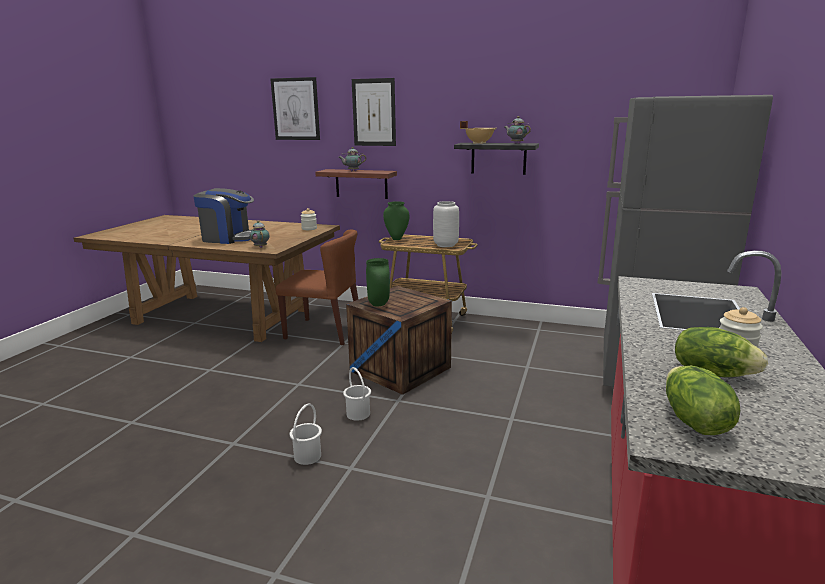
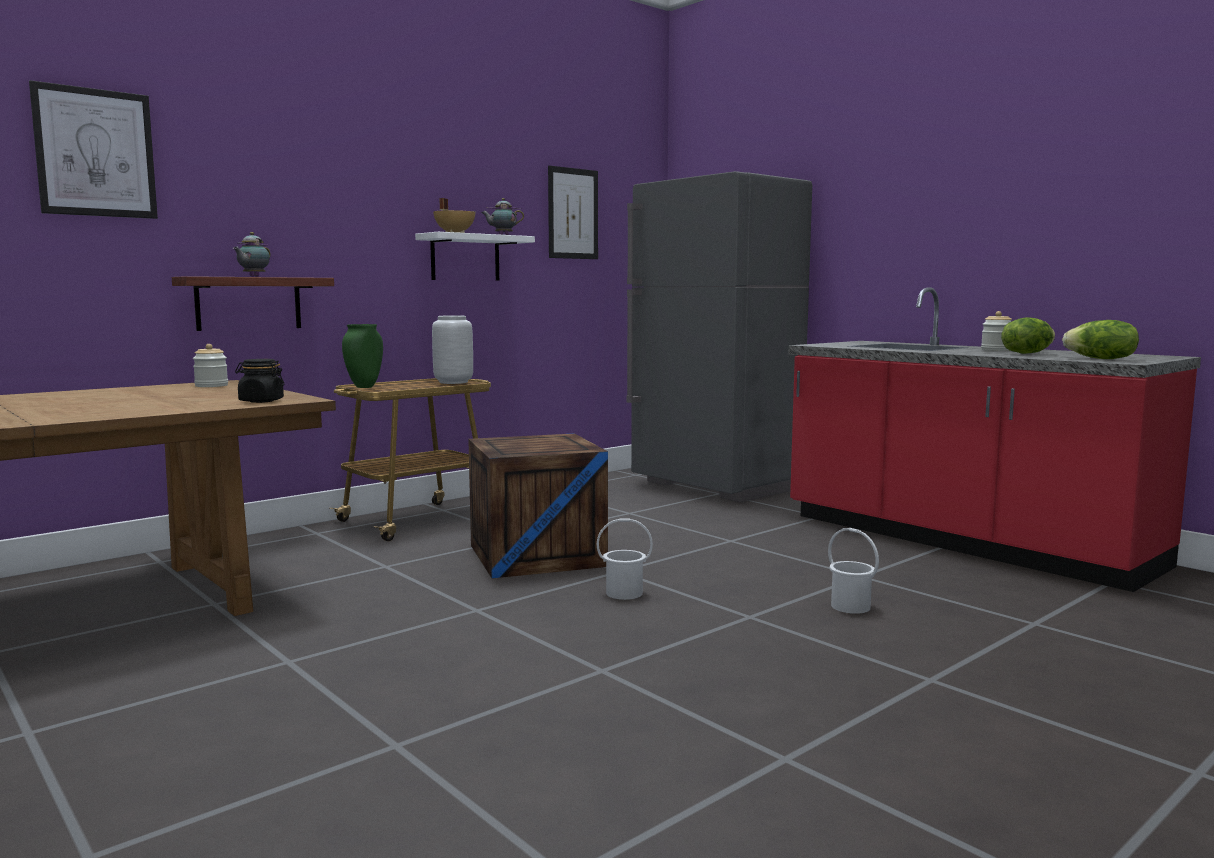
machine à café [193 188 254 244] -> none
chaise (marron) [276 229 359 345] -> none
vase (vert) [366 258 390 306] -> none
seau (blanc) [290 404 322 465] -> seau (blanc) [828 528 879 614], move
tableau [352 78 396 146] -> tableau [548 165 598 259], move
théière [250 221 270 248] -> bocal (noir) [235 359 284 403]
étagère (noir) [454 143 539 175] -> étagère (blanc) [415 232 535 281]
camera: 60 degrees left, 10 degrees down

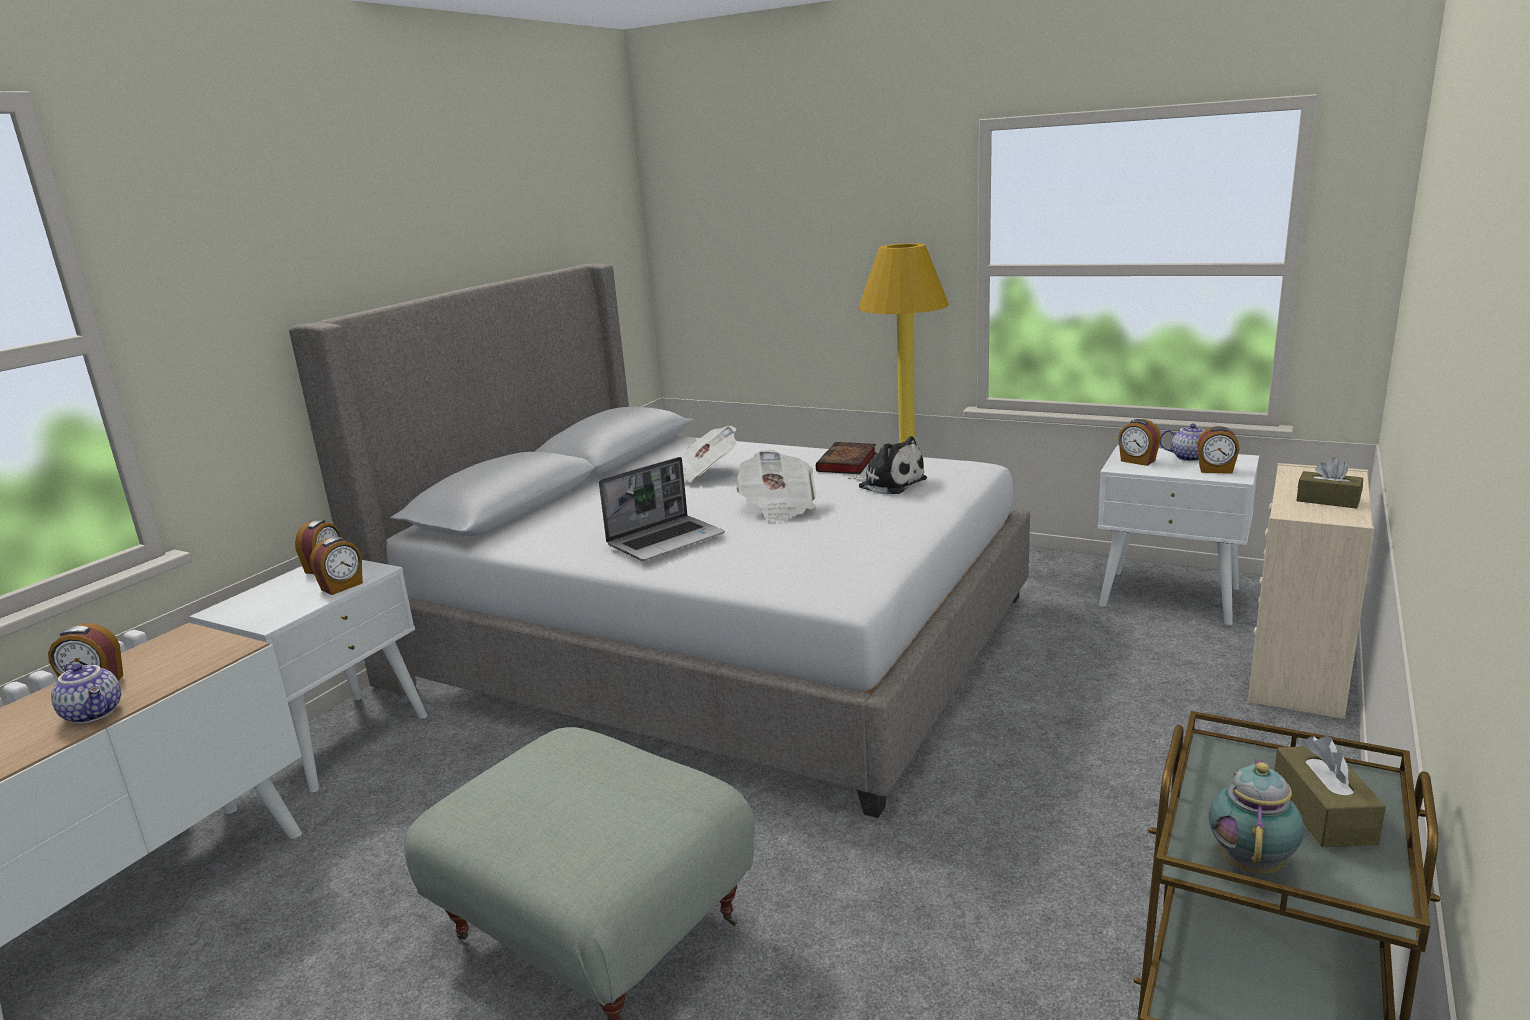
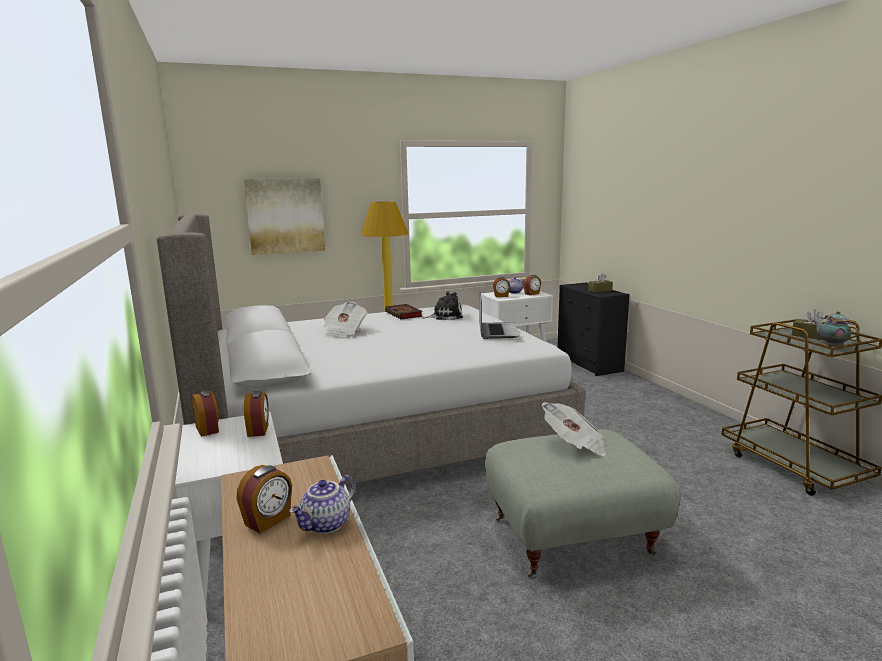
none -> tableau [244 178 325 255]
ordinateur portable [599 457 725 561] -> ordinateur portable [479 292 519 339], move
journal [736 450 816 523] -> journal [542 402 606 456], move
commode (beige) [1248 463 1374 719] -> commode (noir) [557 282 630 376]
théière [51 663 121 724] -> théière [289 475 356 534], 135 degrees clockwise
camera: 50 degrees left, 5 degrees down

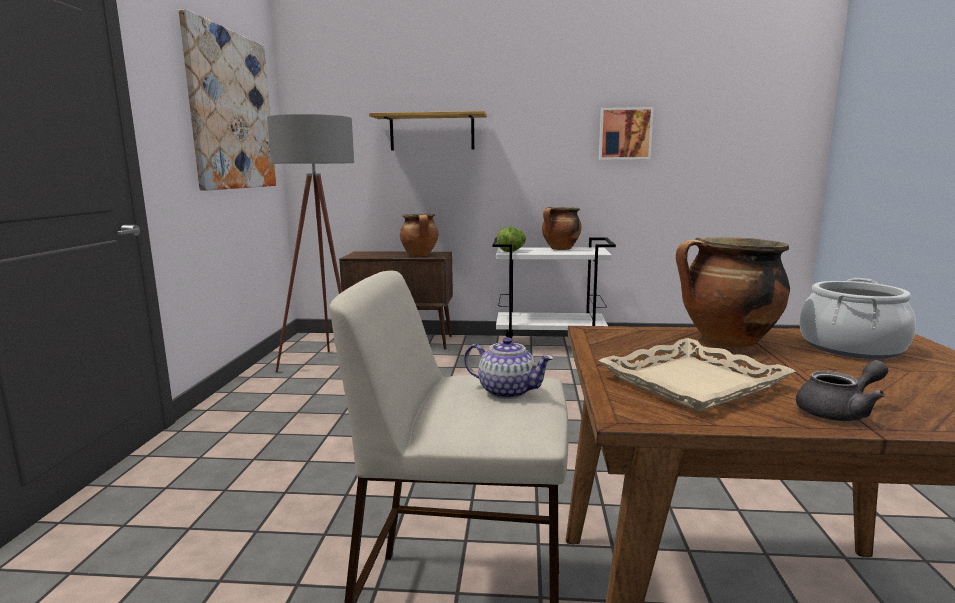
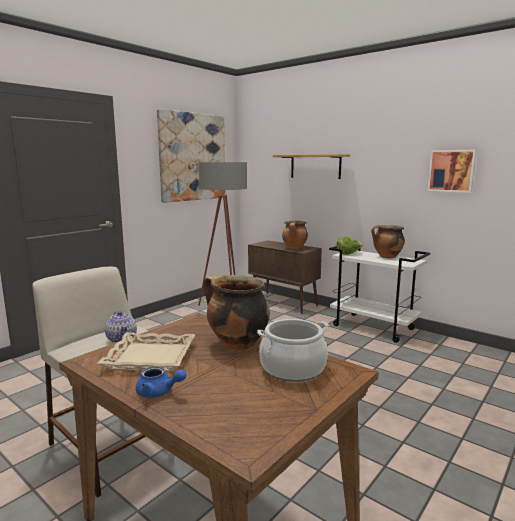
théière (gris) [796 360 888 421] -> théière (bleu) [136 366 186 398]
camera: 35 degrees right, 0 degrees up

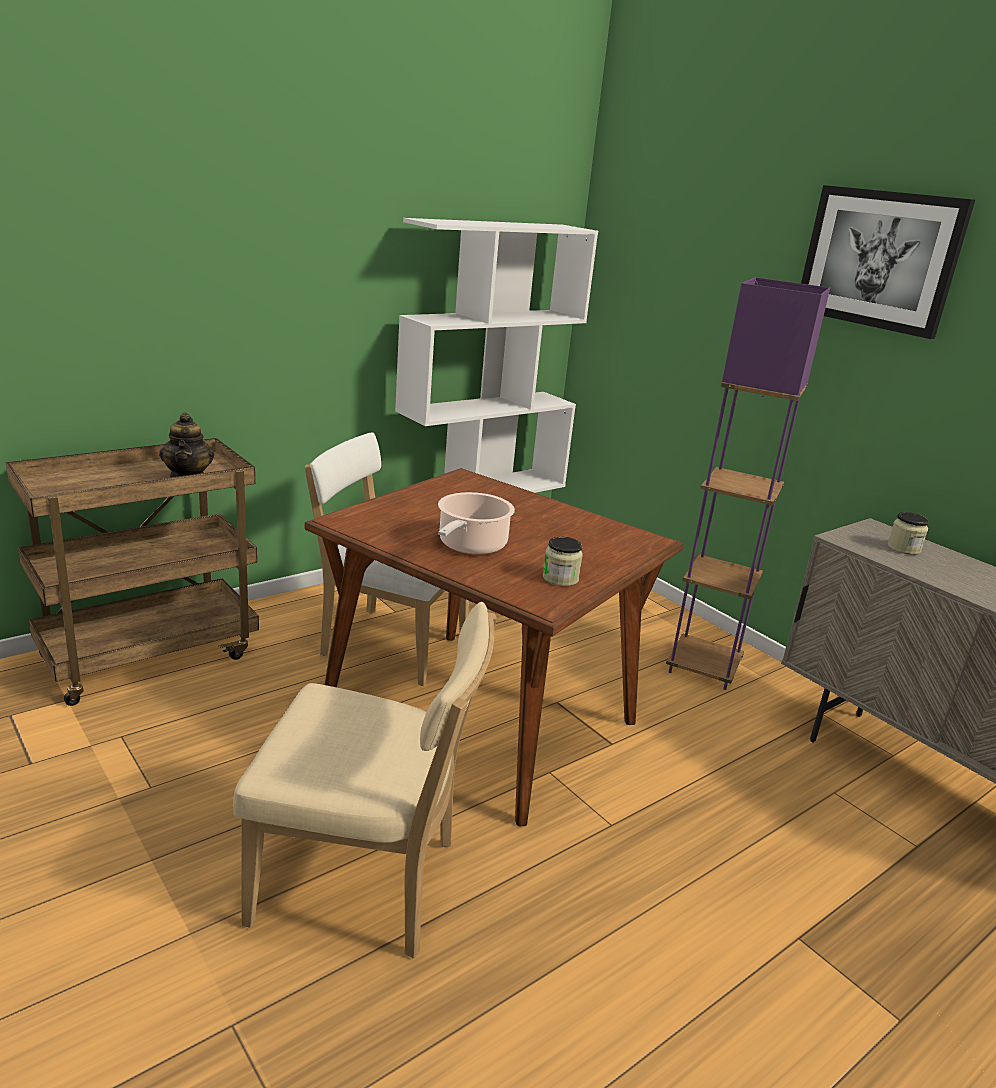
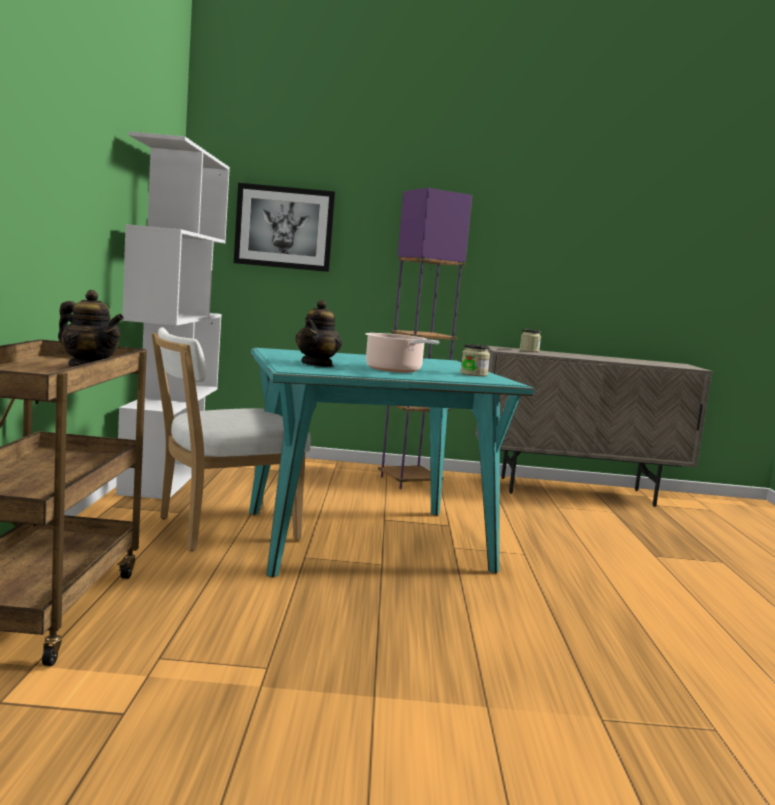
chaise (beige) [233 602 497 959] -> none
none -> théière [295 300 342 367]
tableau [801 185 975 339] -> tableau [234 183 335 272], move
table à manger (marron) [305 468 684 826] -> table à manger (turquoise) [249 348 534 577]
camera: 50 degrees left, 15 degrees down

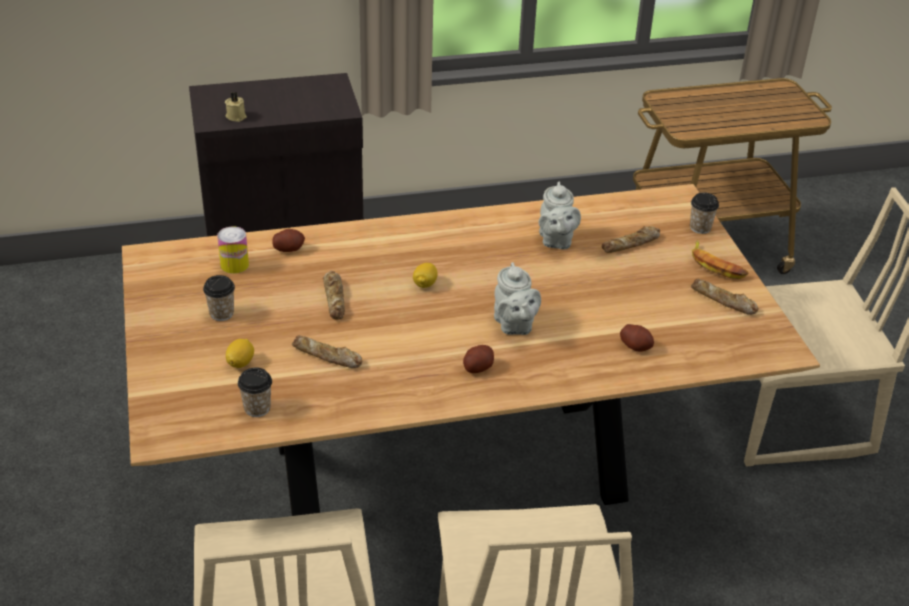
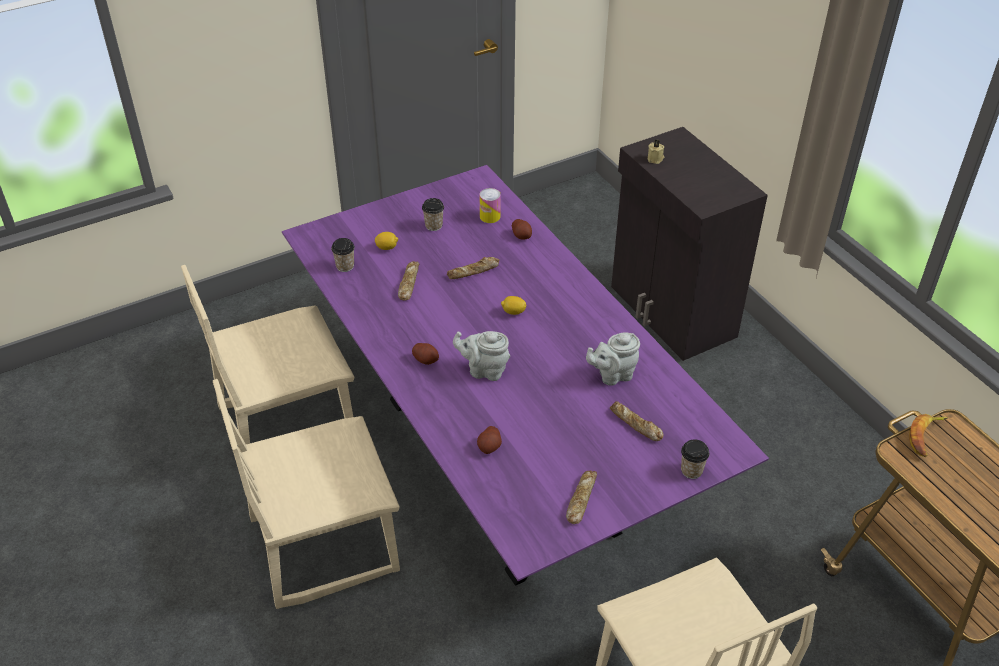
banane [692 240 749 279] -> banane [909 414 948 457], move
table à manger (marron) [122 184 820 516] -> table à manger (violet) [282 165 769 585]
théière (gris) [494 262 541 335] -> théière (gris) [453 331 510 381], 45 degrees clockwise
camera: 75 degrees right, 5 degrees up

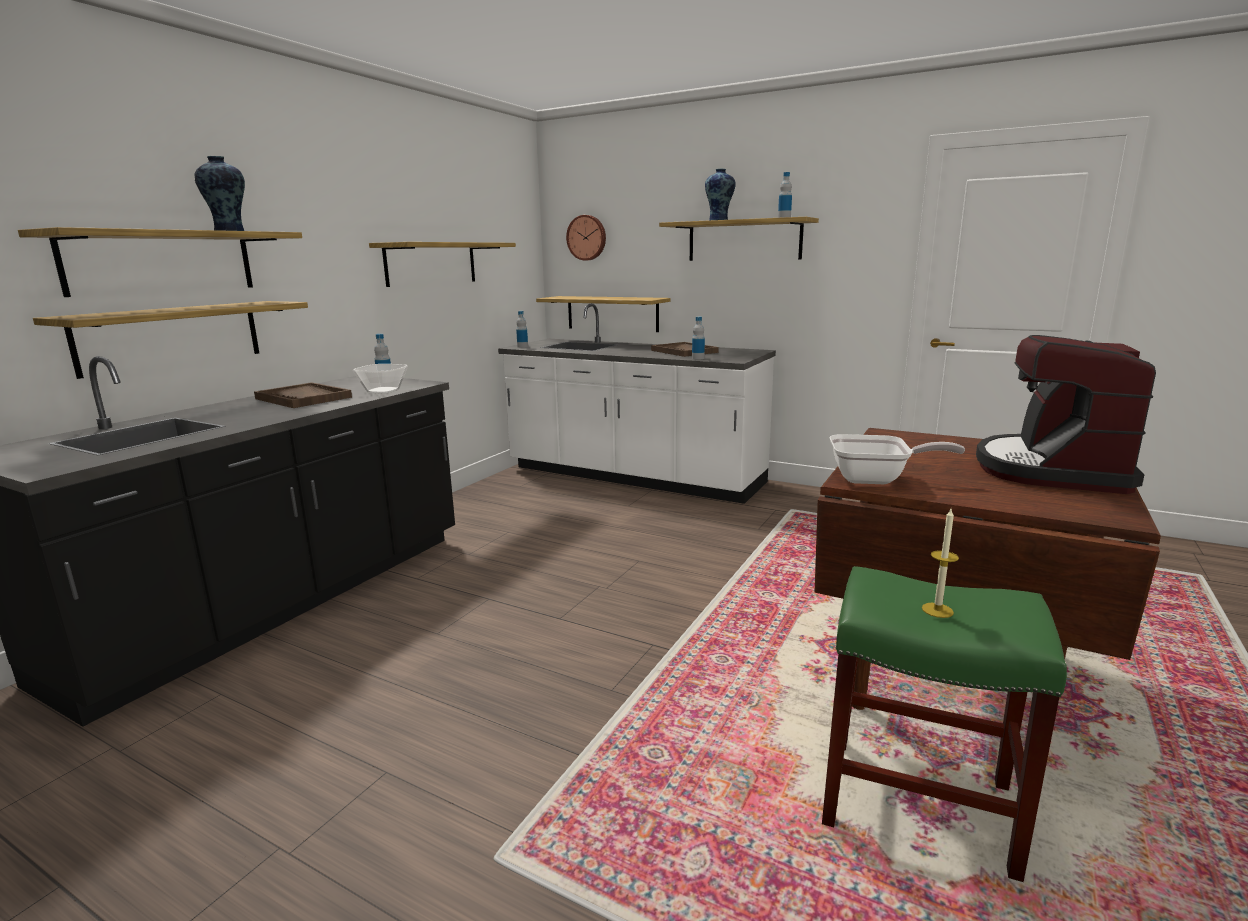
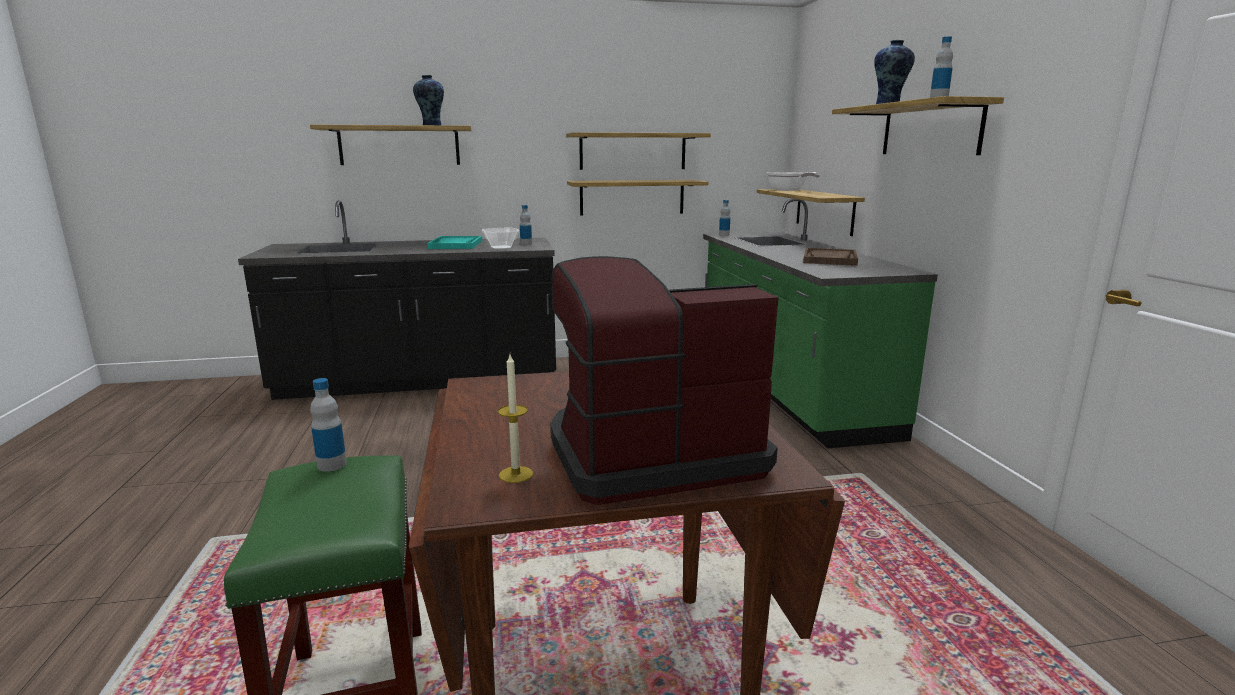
horloge murale [566 215 606 260] -> none
étagère [33 301 308 379] -> étagère [567 180 708 215], move
bouteille [692 317 705 360] -> bouteille [310 378 347 472], move
poêle [830 434 965 484] -> poêle [767 172 820 191], move
bougie [922 509 959 618] -> bougie [498 354 533 483], move
plateau (marron) [254 382 352 408] -> plateau (turquoise) [427 236 482 249]
comptoir de cuisine (blanc) [498 303 776 504] -> comptoir de cuisine (vert) [703 199 938 448]
camera: 50 degrees right, 0 degrees up

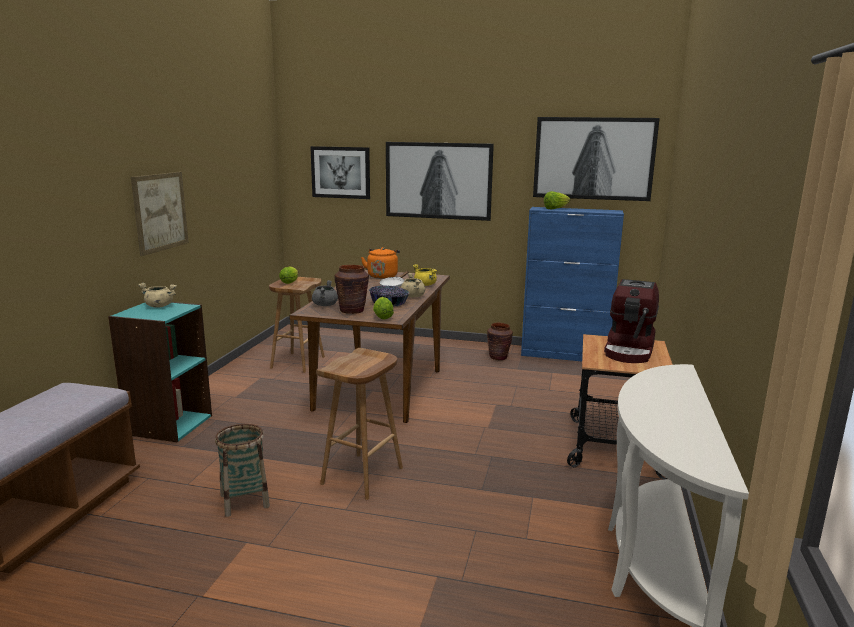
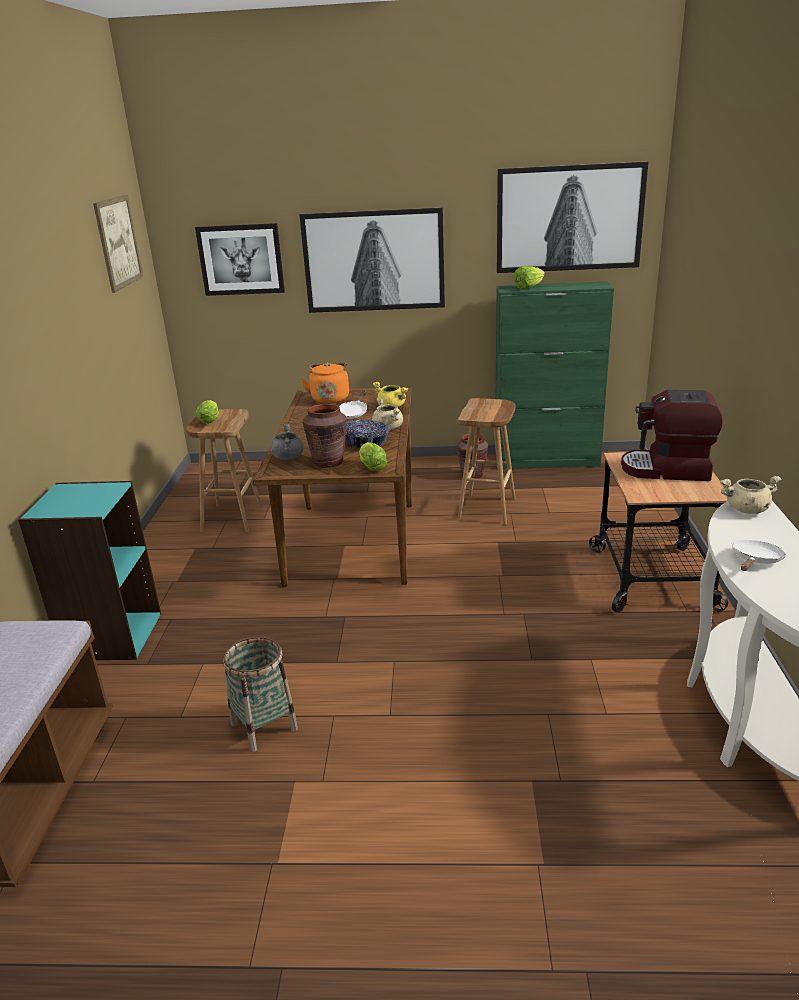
none -> poêle (blanc) [732 539 786 571]
tableau [131 172 189 256] -> tableau [93 195 143 293], move
marmite (beige) [138 283 177 308] -> marmite (beige) [720 476 782 514], move
tabouret (marron) [316 348 403 500] -> tabouret (marron) [456 398 516 525], move
meuble de rangement (bleu) [521 207 624 361] -> meuble de rangement (vert) [495 281 614 469]
machine à café [604 279 659 363] -> machine à café [621 390 723 481], 90 degrees clockwise
camera: 10 degrees left, 10 degrees up

